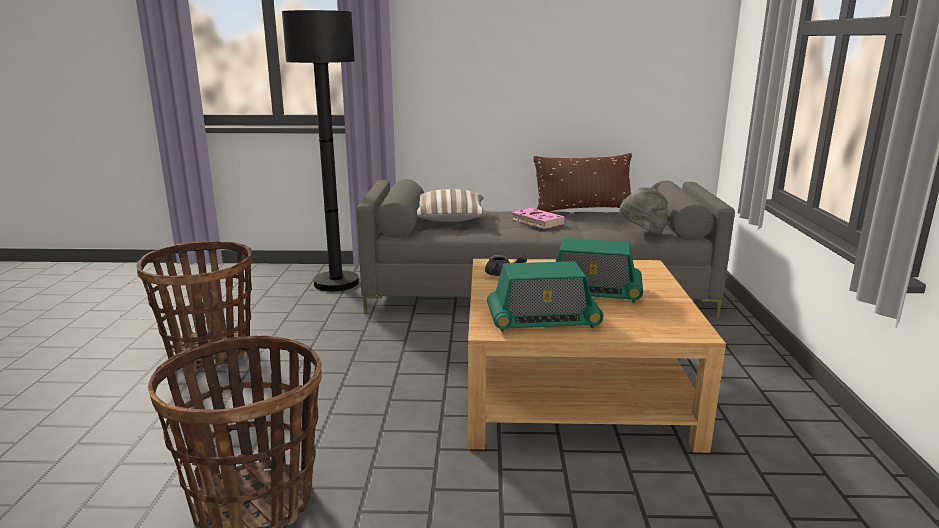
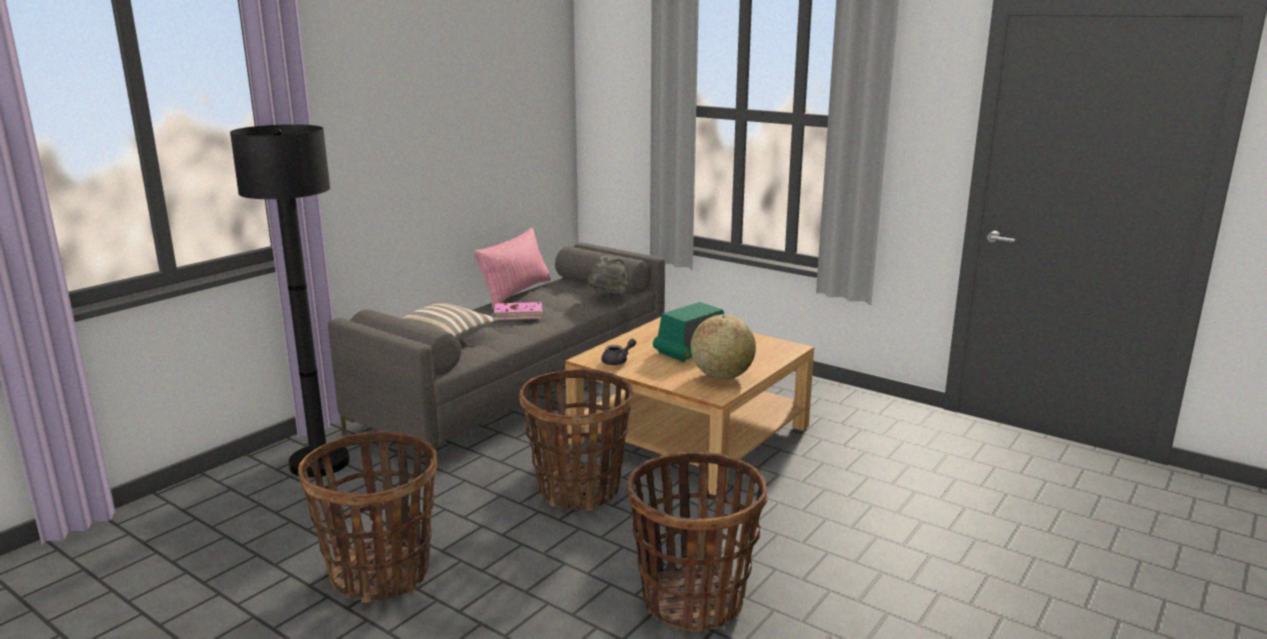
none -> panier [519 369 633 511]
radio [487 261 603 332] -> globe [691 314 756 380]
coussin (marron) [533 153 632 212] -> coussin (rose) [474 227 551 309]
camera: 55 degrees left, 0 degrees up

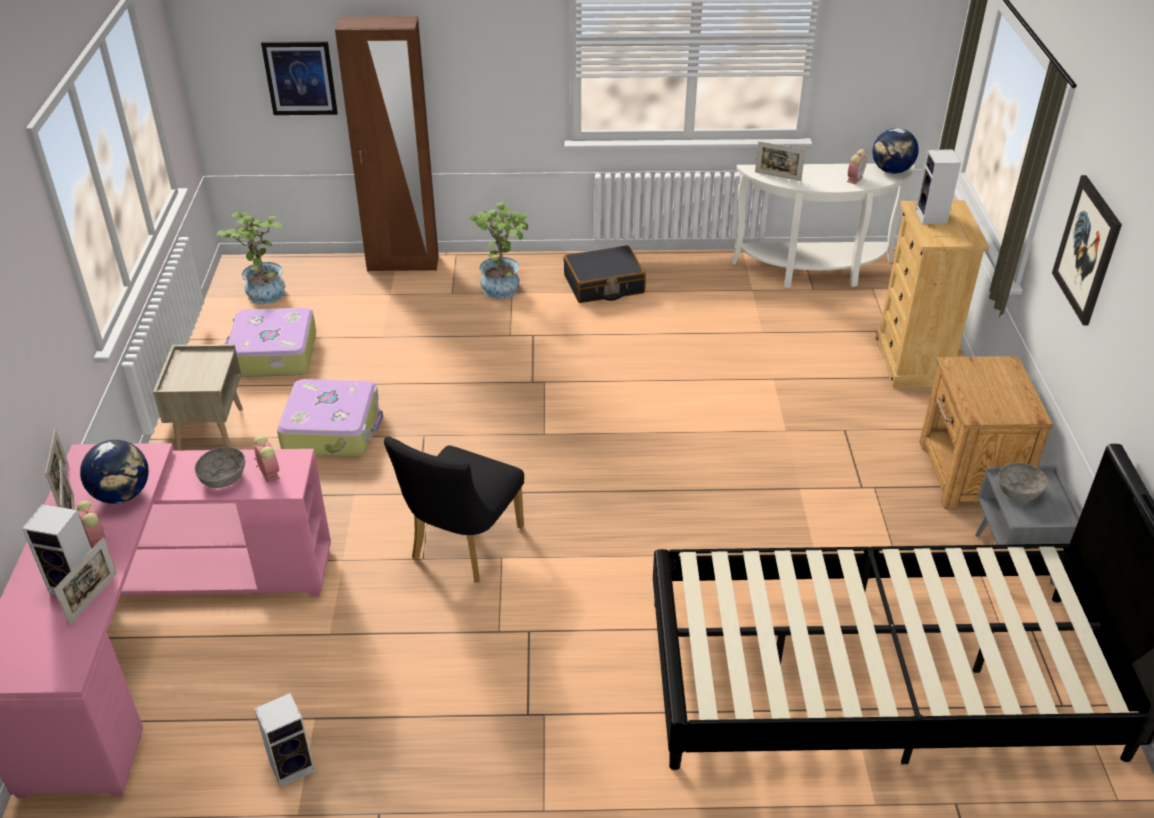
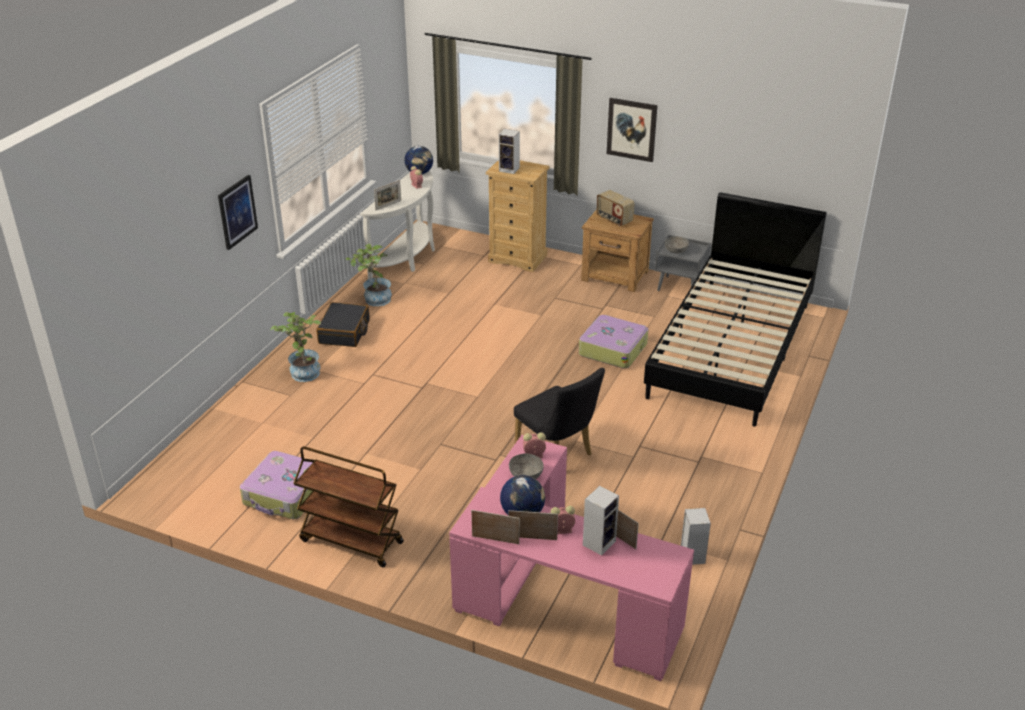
armoire (marron) [335 16 439 271] -> none
none -> radio [597 190 635 226]
plante en pot [216 212 285 304] -> plante en pot [346 244 392 306], move
tableau [261 41 338 115] -> tableau [218 175 258 250], move
valise [277 379 383 457] -> valise [579 315 648 368], move
table de chevet (beige) [153 344 243 450] -> chariot (marron) [293 446 404 567]
camera: 65 degrees left, 5 degrees down

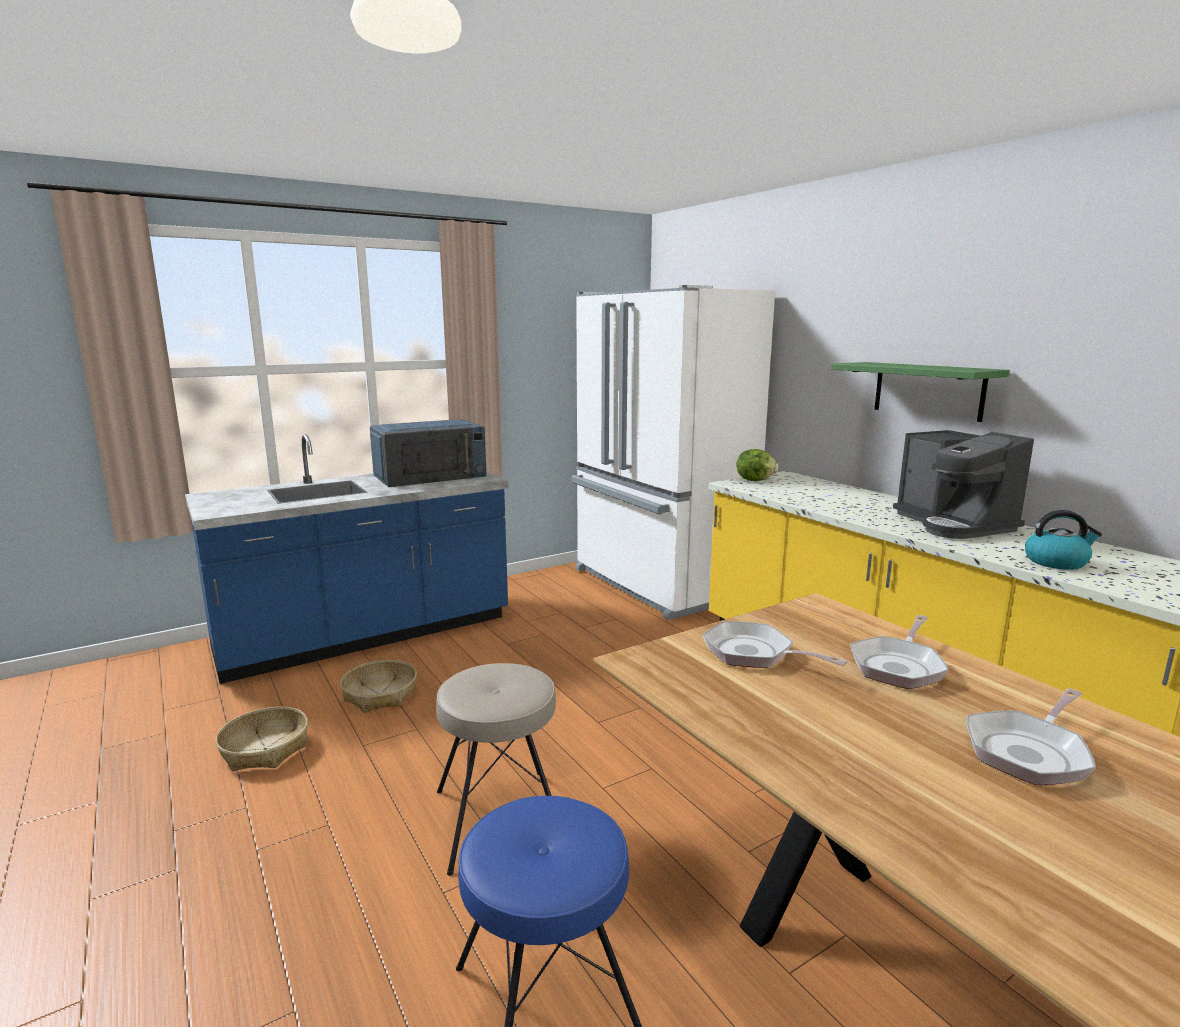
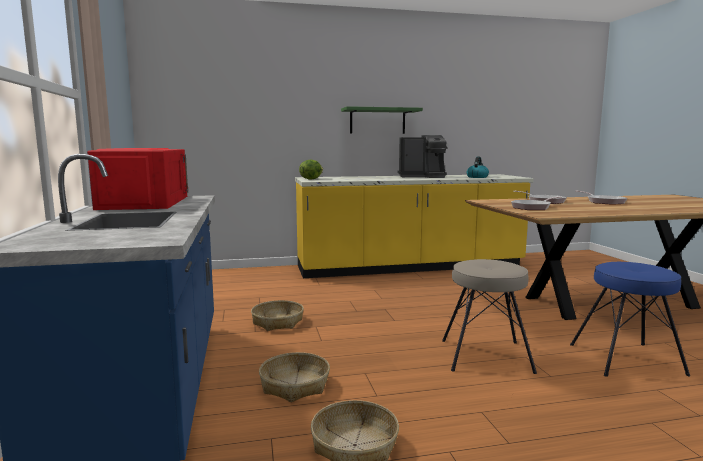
réfrigérateur (blanc) [572 285 775 620] -> none
none -> panier [251 300 304 331]
micro-ondes (bleu) [370 419 486 487] -> micro-ondes (rouge) [87 148 188 210]
camera: 70 degrees left, 5 degrees down

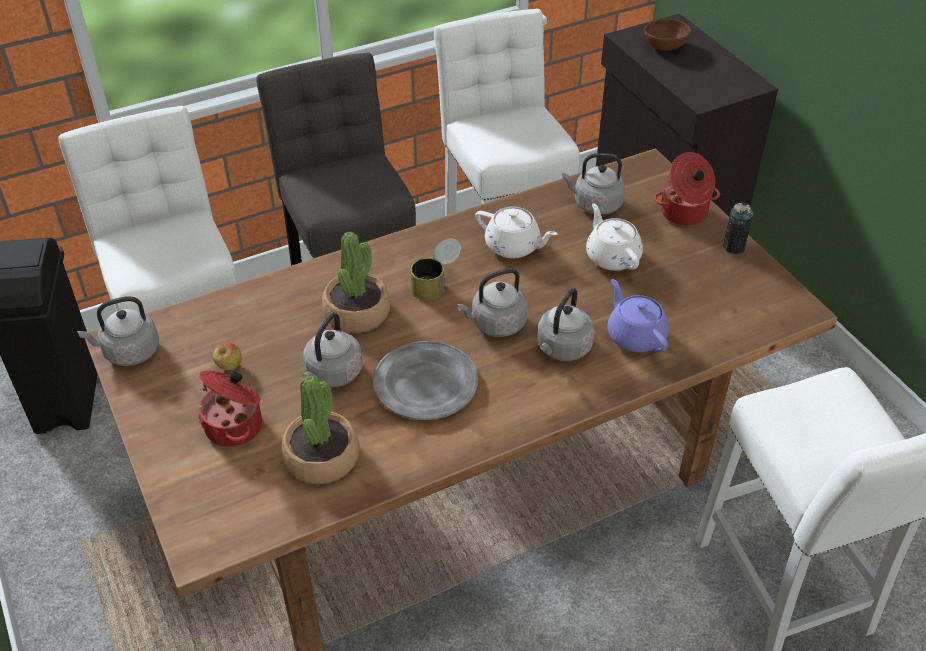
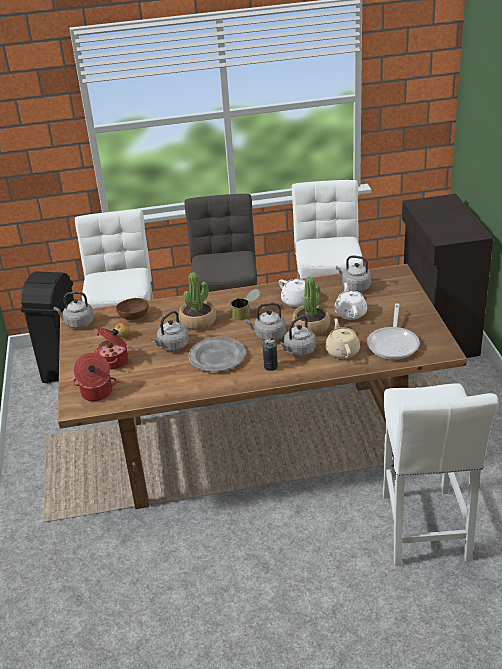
none -> poêle [367 303 420 360]
plante en pot [281 375 360 485] -> plante en pot [292 277 330 335], move
bol (marron) [644 19 691 51] -> bol (marron) [116 298 149 320], move
marmite [654 152 720 226] -> marmite [72 353 117 402], move
boîte métallique [723 203 753 254] -> boîte métallique [262 338 278 371], move
théière (violet) [607 279 669 352] -> théière (beige) [325 318 360 359]
camera: 20 degrees right, 10 degrees down

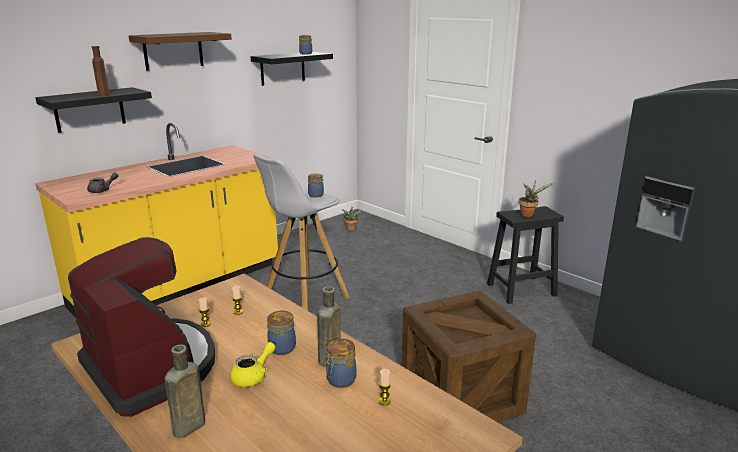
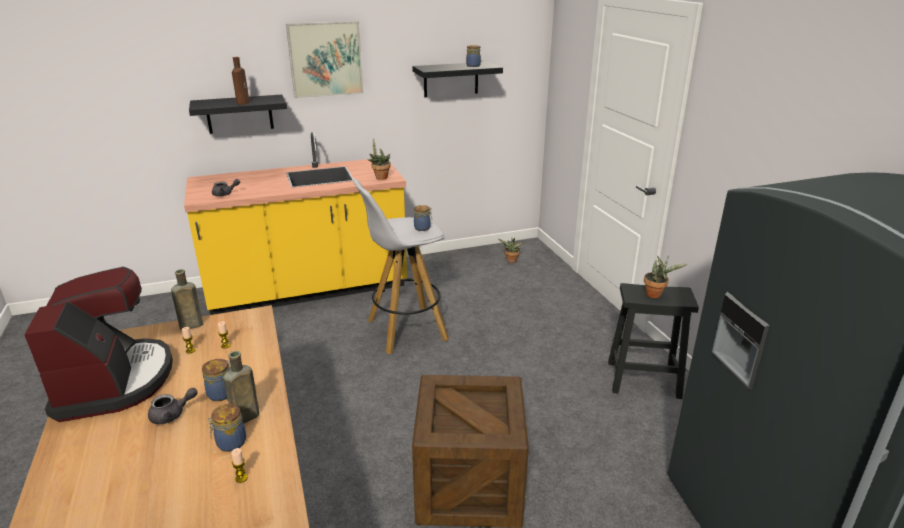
none -> plante en pot [367 139 391 180]
bouteille (marron) [165 344 205 438] -> bouteille (marron) [171 269 203 330], move
étagère (marron) [129 32 232 71] -> tableau [286 21 364 98]
théière (jaune) [230 342 276 387] -> théière (gris) [148 388 198 424]
camera: 25 degrees right, 5 degrees up

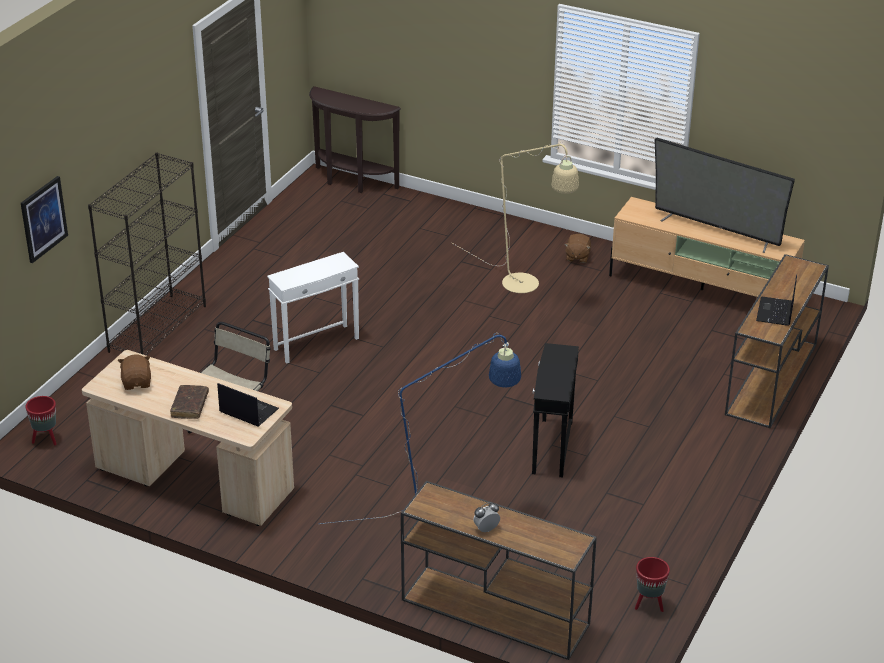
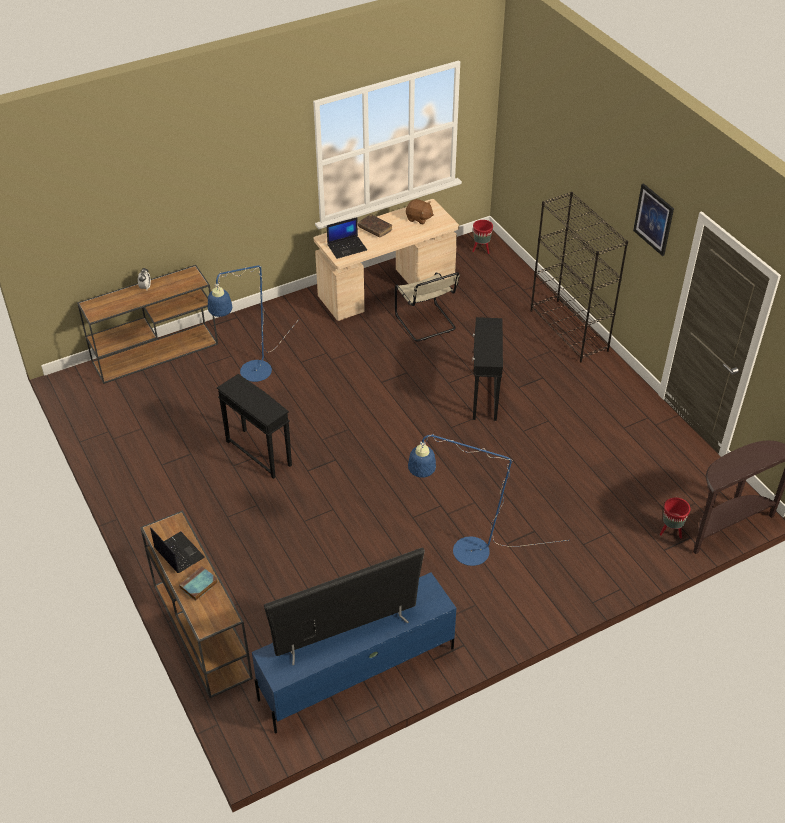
peluche (marron) [564 234 591 263] -> none
none -> livre [179 567 218 601]
tableau [21 176 68 263] -> tableau [633 183 674 256], move
cache-pot (rouge) [635 557 670 612] -> cache-pot (rouge) [660 498 690 538], move
table d'appoint (blanc) [267 252 359 363] -> table d'appoint (noir) [472 317 503 421]
lampadaire (beige) [452 142 579 293] -> lampadaire (bleu) [408 434 568 566]
meuble télé (beige) [609 197 805 297] -> meuble télé (bleu) [252 572 456 733]
camera: 125 degrees right, 10 degrees up

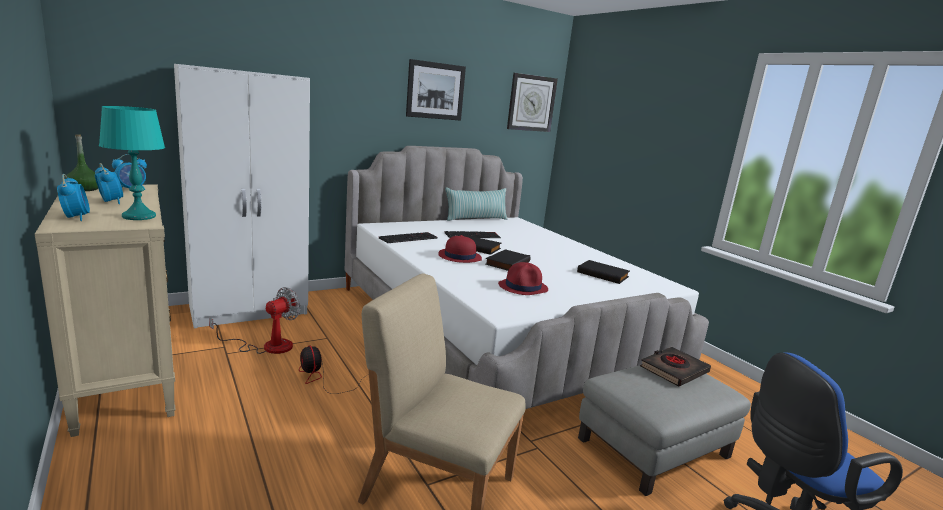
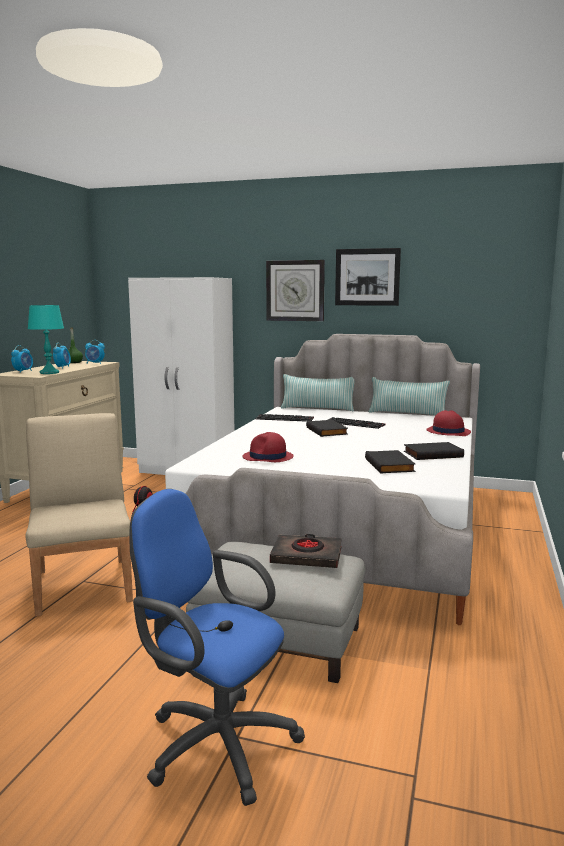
ventilateur [209 287 300 354] -> none
none -> coussin [281 374 355 411]
chapeau (rouge) [438 235 482 263] -> chapeau (rouge) [426 410 471 436], move
livre (noir) [485 249 531 271] -> livre (noir) [404 442 464 460], move
horloge murale [507 73 558 132] -> horloge murale [266 260 325 321], move
camera: 50 degrees right, 5 degrees down

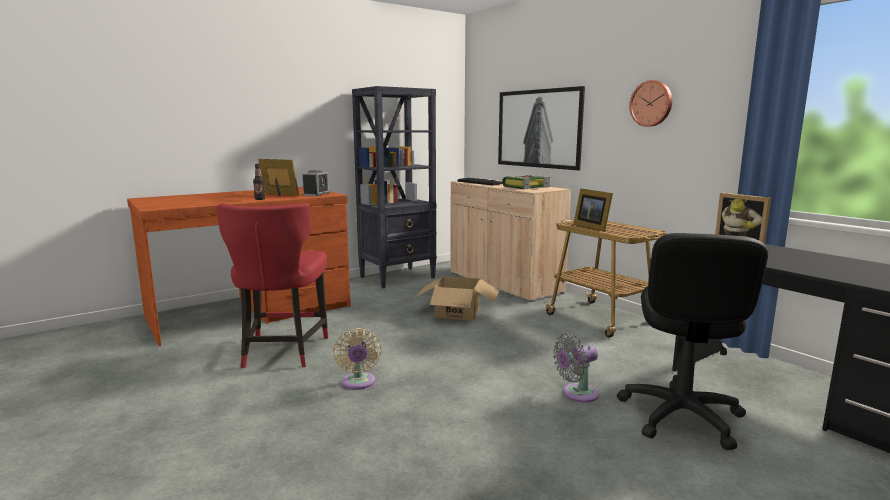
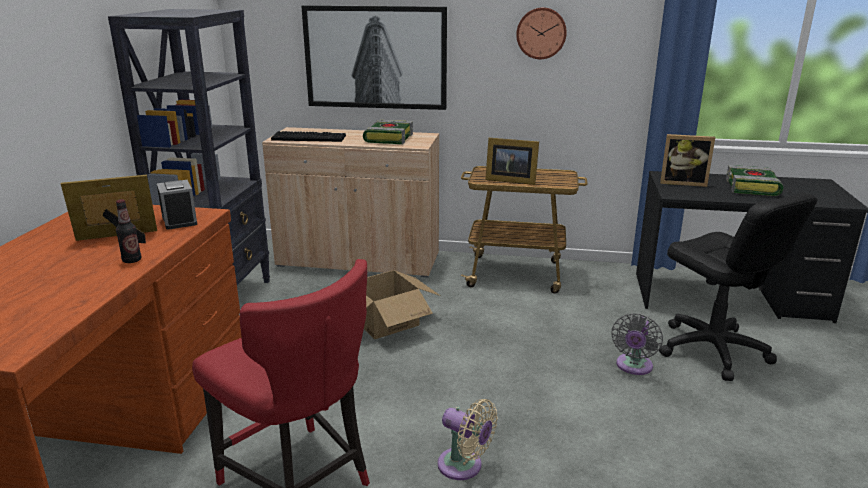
none -> livre [726 165 784 196]
camera: 45 degrees left, 10 degrees up

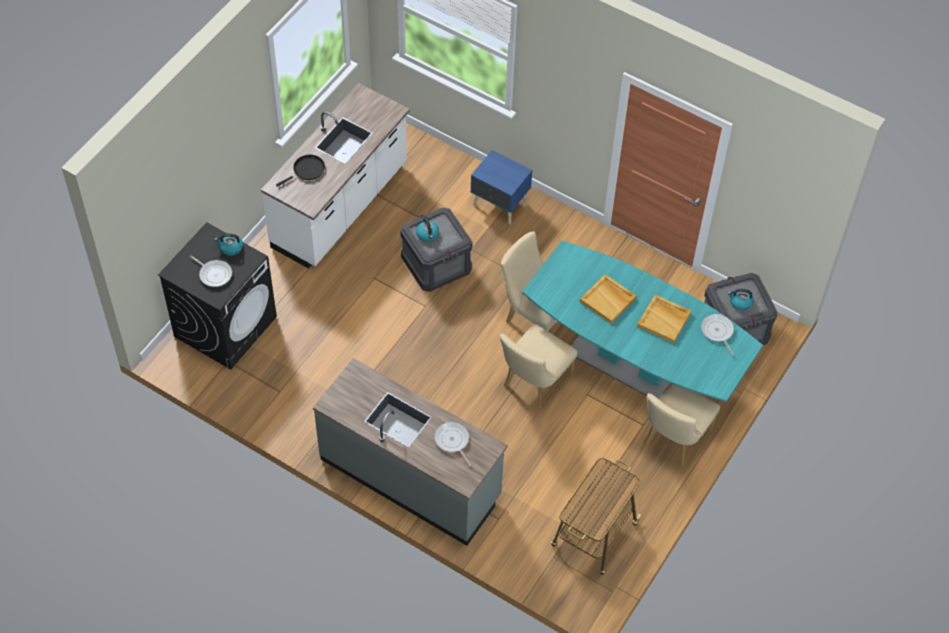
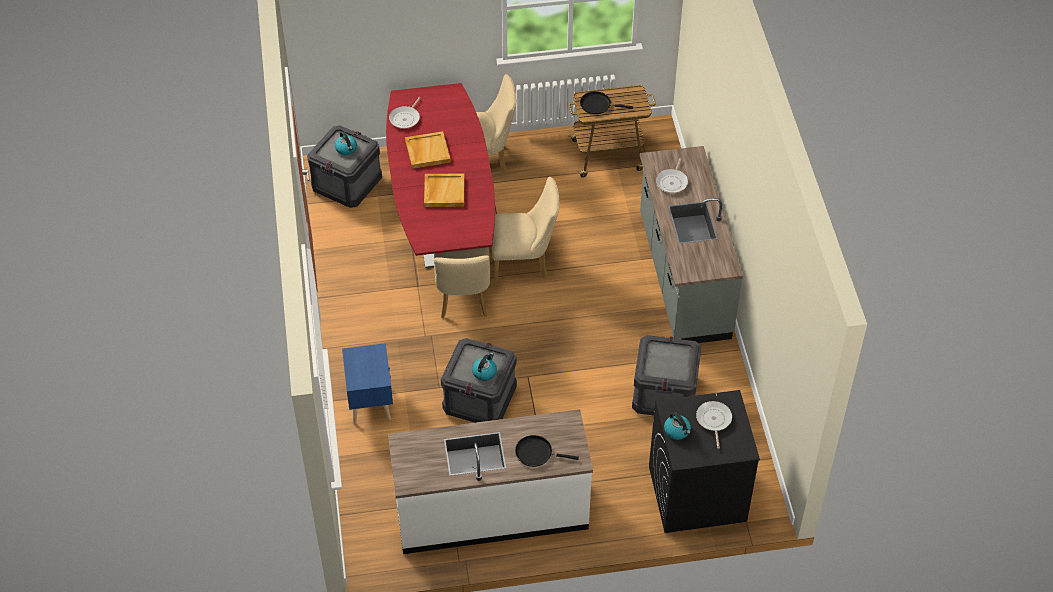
none -> poêle (noir) [580 91 633 114]
none -> caisse [632 335 701 416]
table à manger (turquoise) [522 241 763 402] -> table à manger (rouge) [386 83 495 268]
camera: 130 degrees left, 5 degrees down

